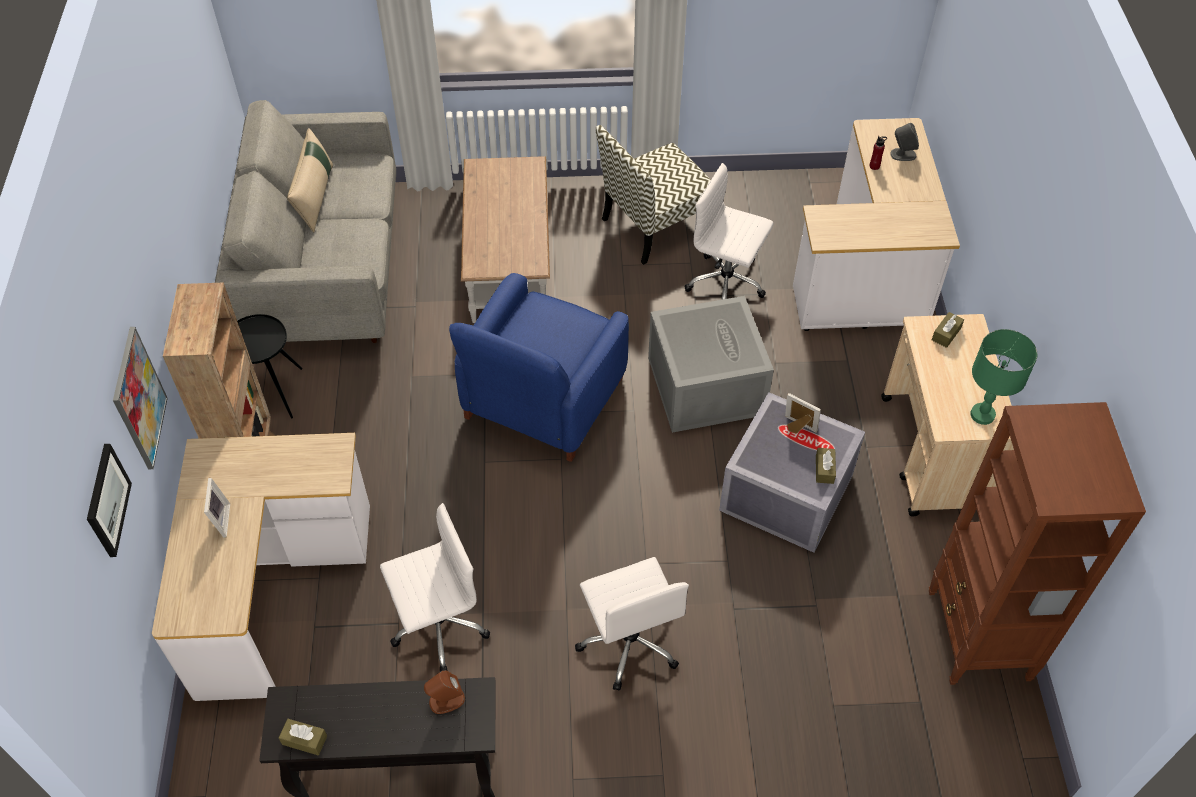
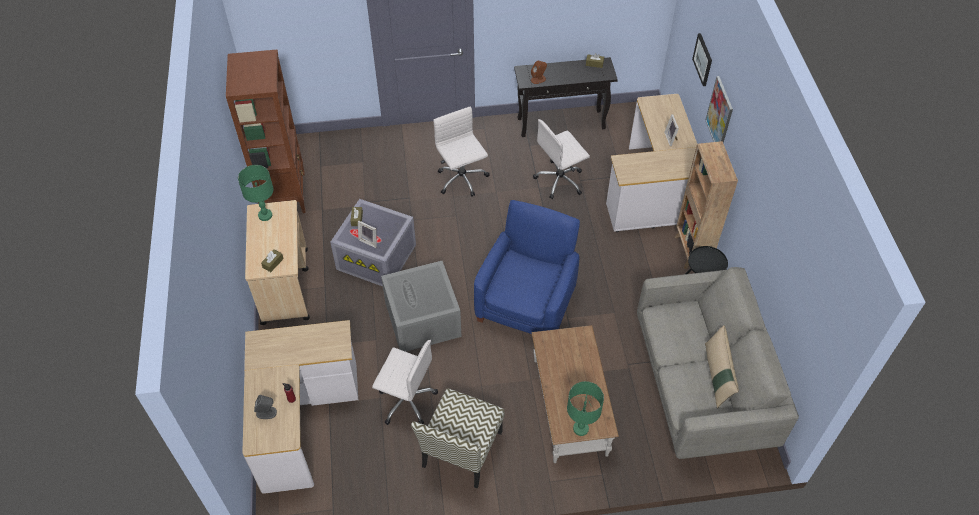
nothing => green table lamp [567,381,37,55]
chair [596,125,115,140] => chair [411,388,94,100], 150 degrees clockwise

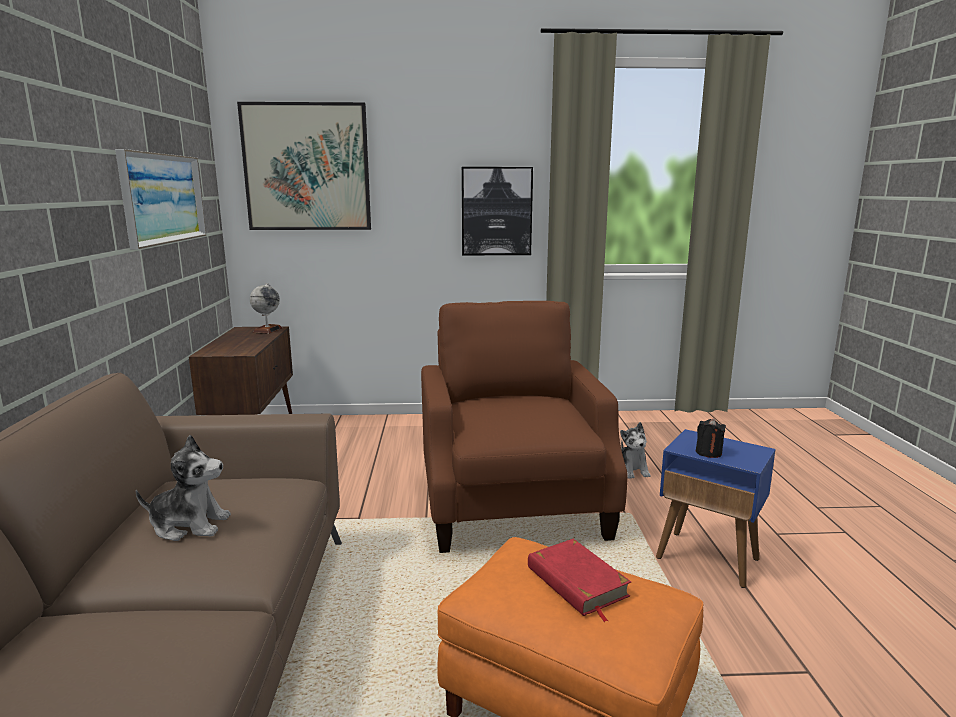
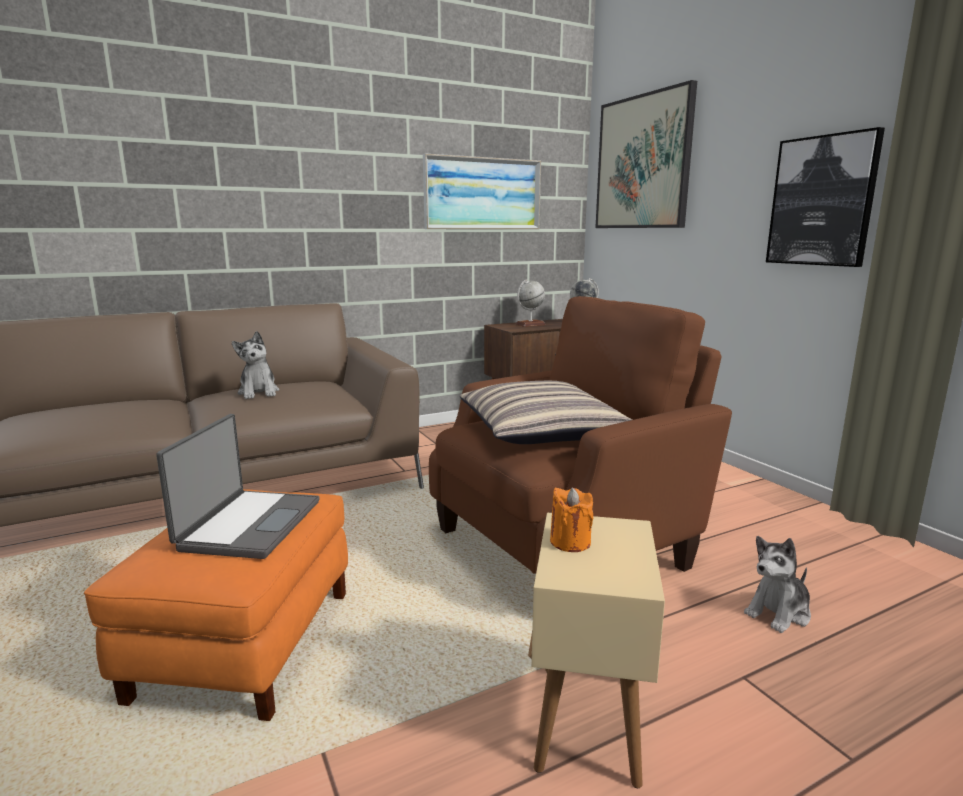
nothing => pillow [460,381,172,63]
nothing => globe [515,279,30,48]
red book [528,539,103,83] => laptop [156,414,164,145]
blue side table [656,429,120,159] => beige side table [528,513,137,275]
black candle [696,419,30,39] => orange candle [550,488,43,64]

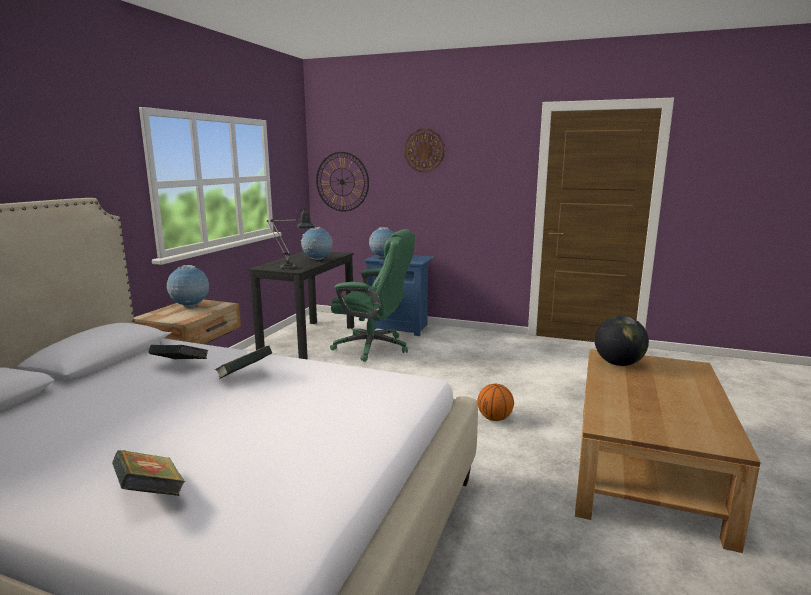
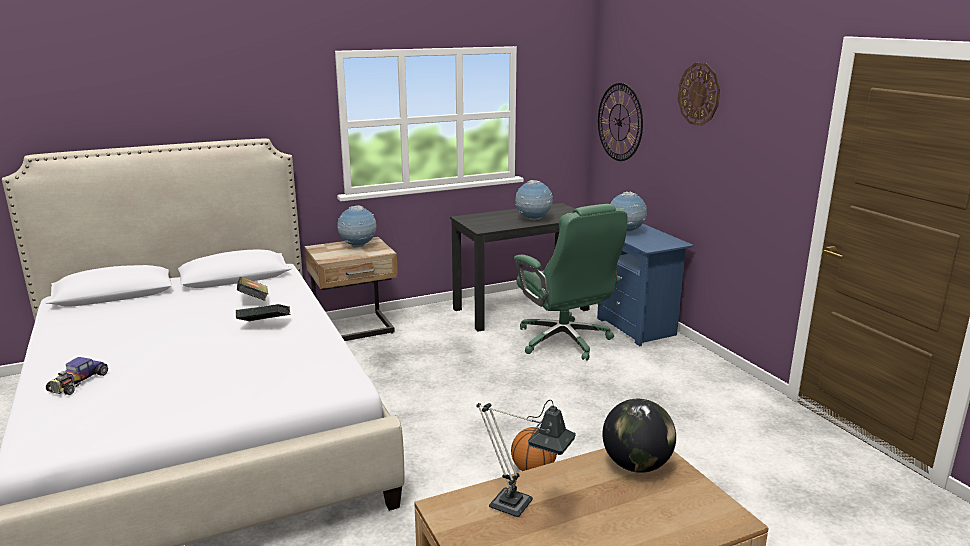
table lamp [267,208,48,62] => table lamp [477,400,99,117], moved
book [112,450,73,46] => toy car [46,357,62,38]

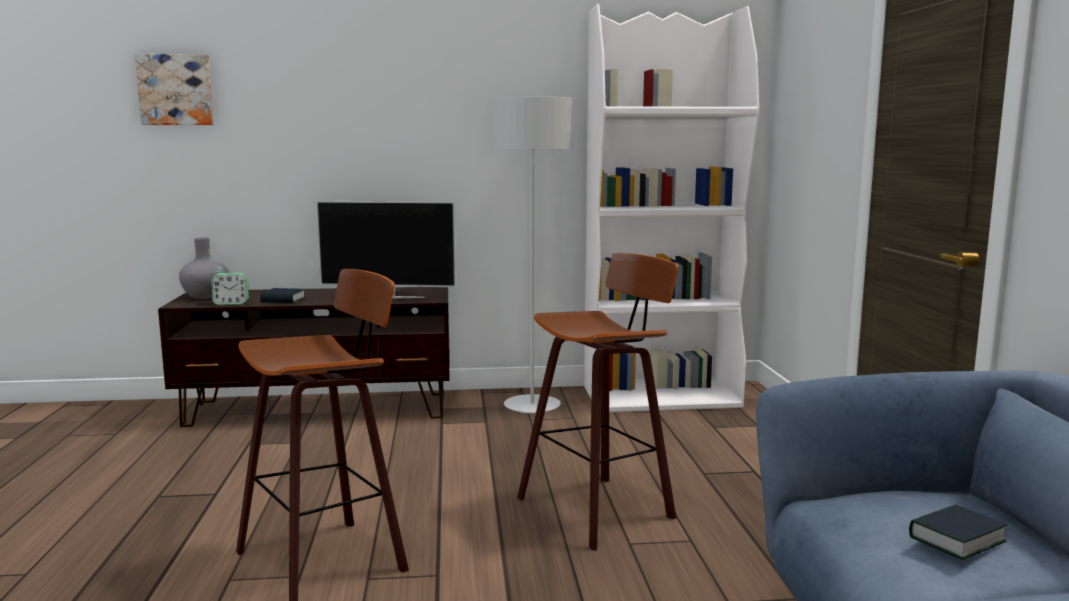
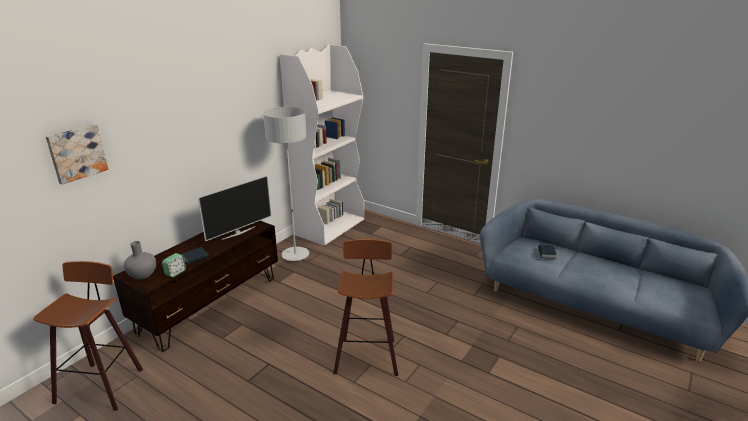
stool [517,253,162,298] => stool [34,261,109,150], moved

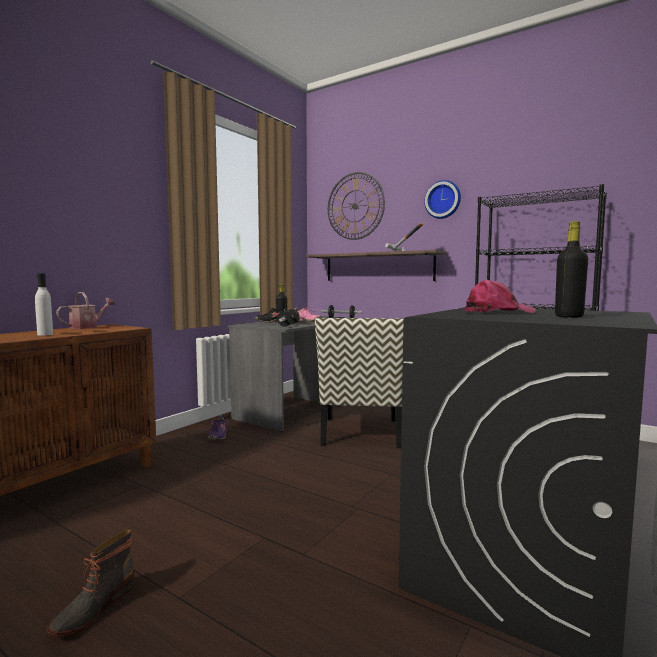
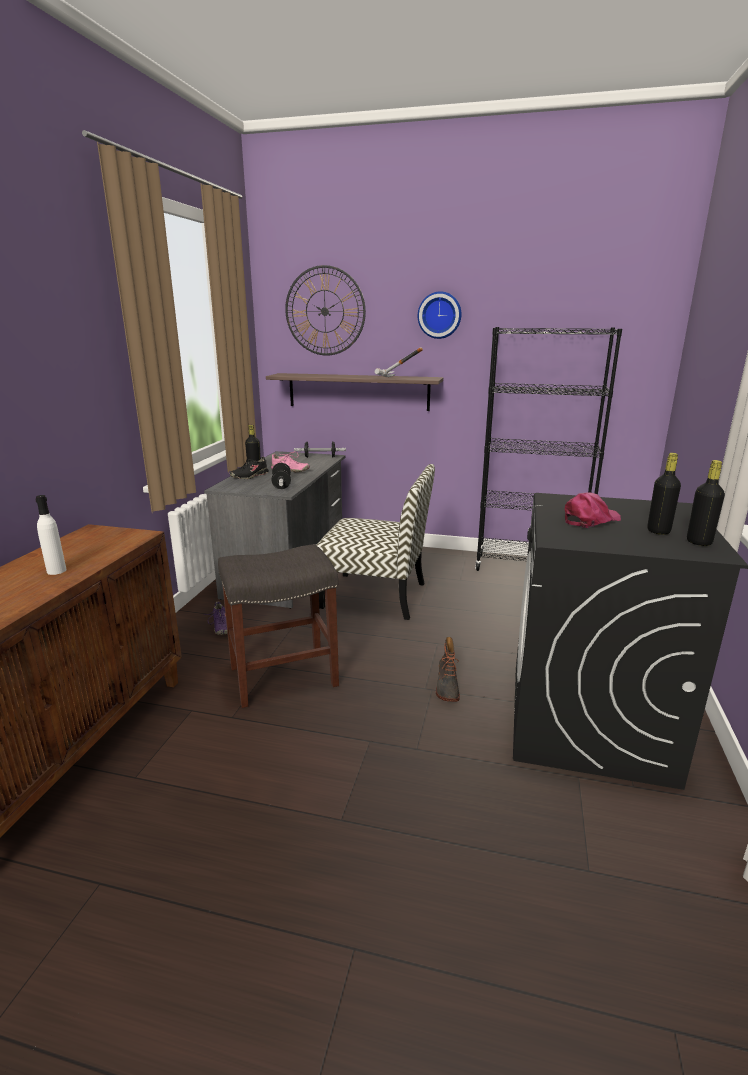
watering can [56,292,59,37] => nothing
nothing => grey stool [218,544,121,164]
nothing => black bottle [687,460,38,86]
boot [46,529,89,109] => boot [436,637,24,65], moved
chair [315,318,91,130] => chair [317,464,118,156], 60 degrees counterclockwise

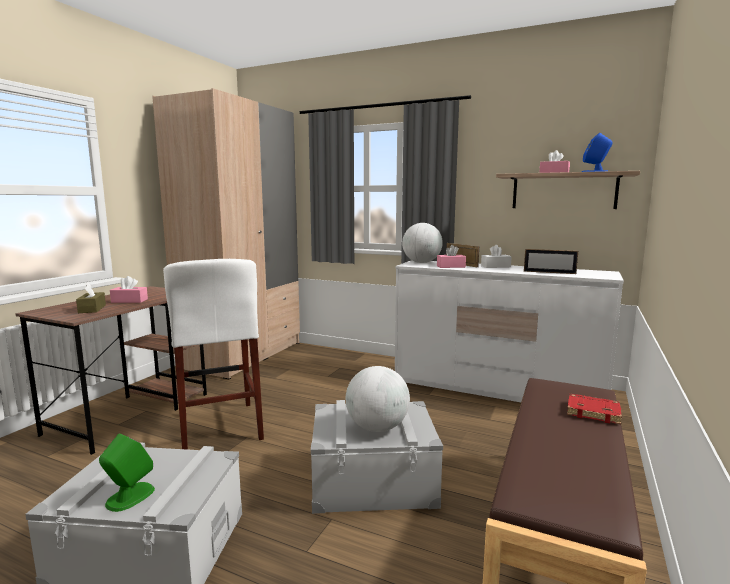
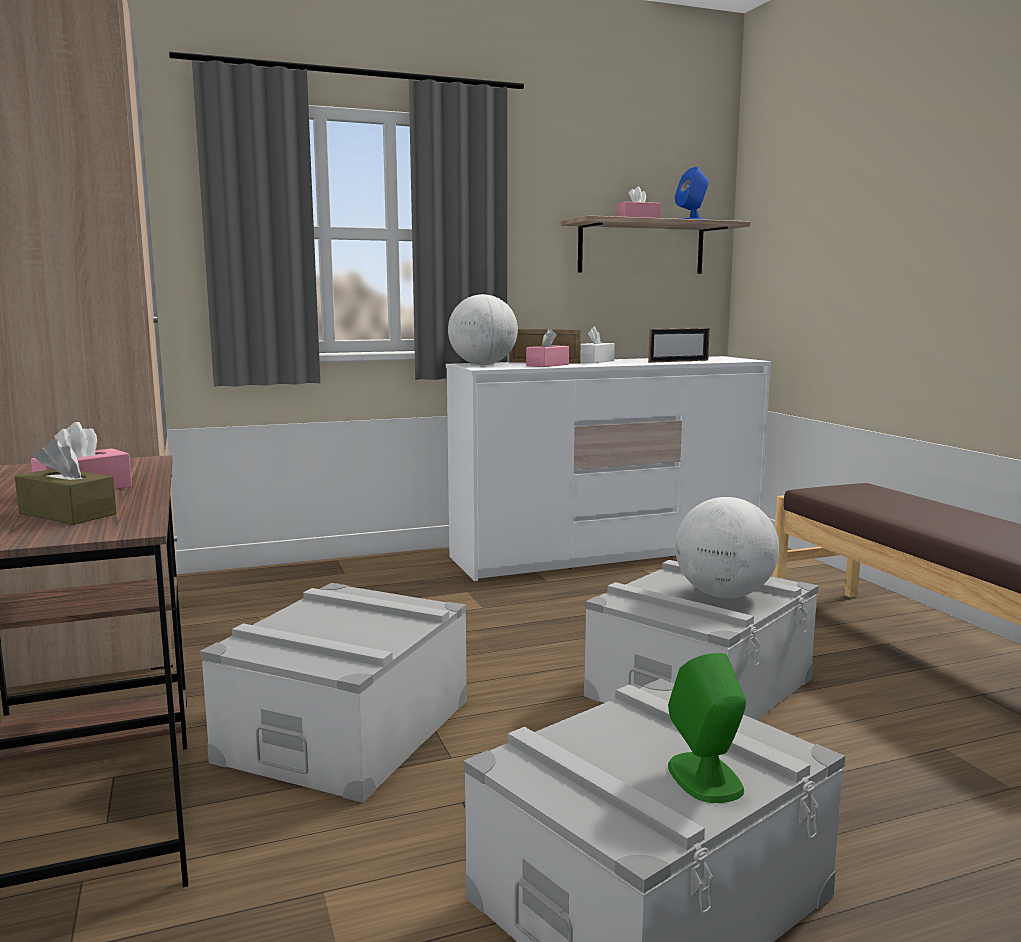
red book [567,394,55,30] => nothing
white stool [163,259,101,191] => grey storage box [200,583,267,220]

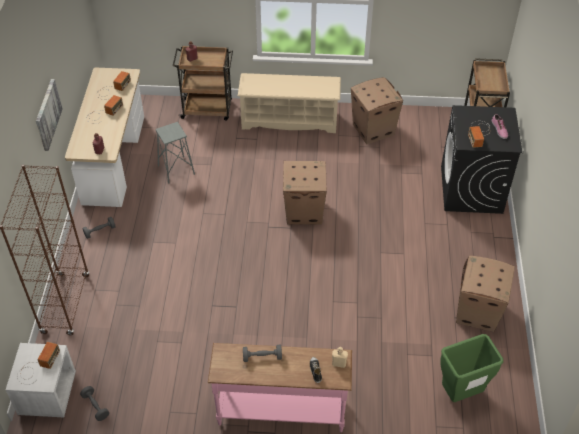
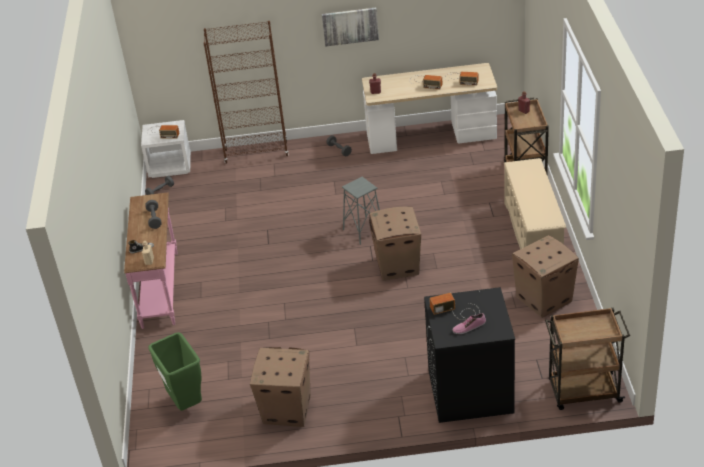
grey stool [155,122,40,62] => grey stool [342,177,38,68], moved

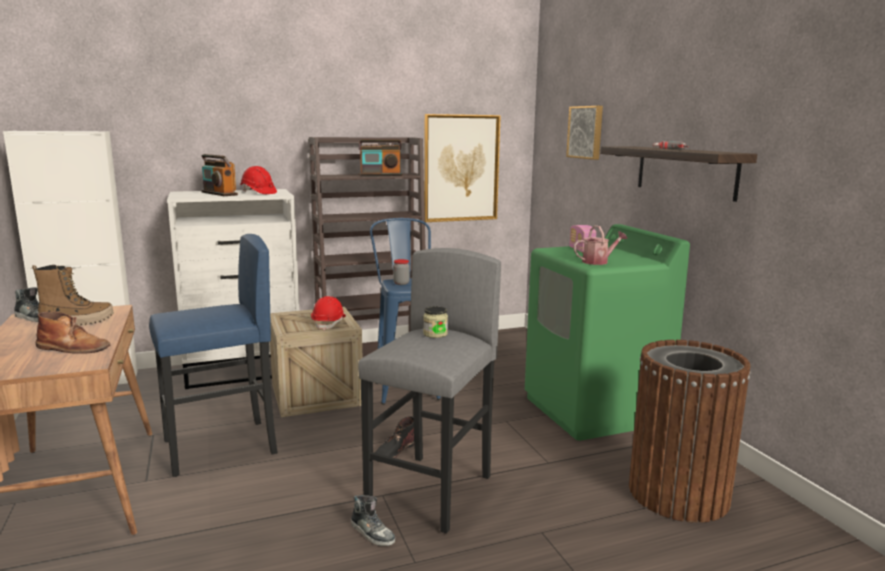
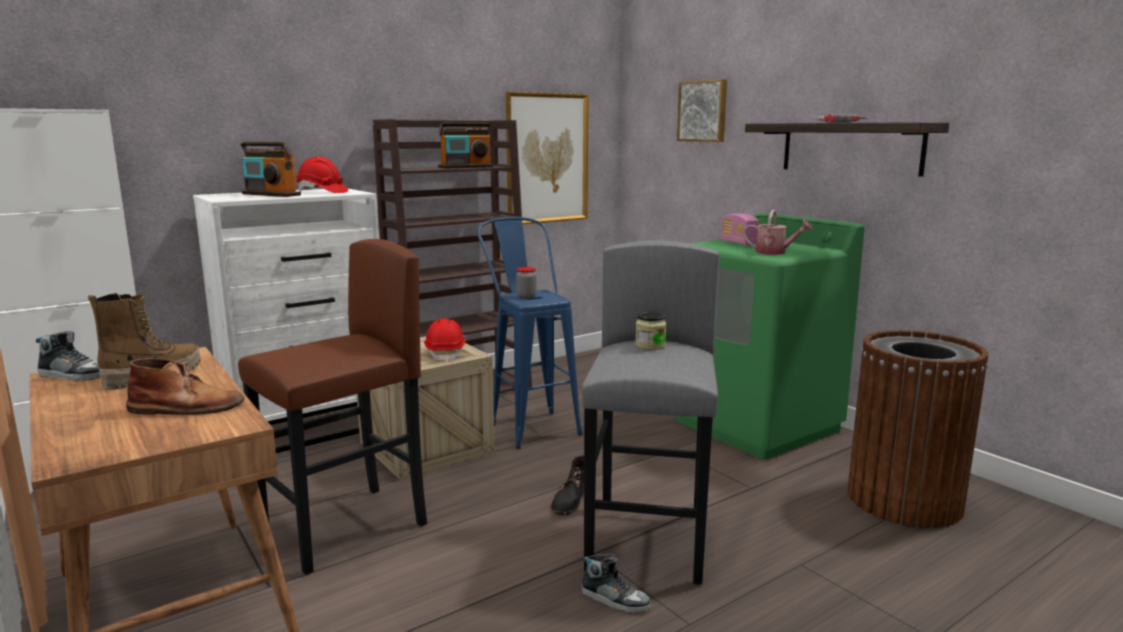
blue stool [149,234,129,243] => brown stool [238,239,189,336]
watering can [574,225,53,40] => watering can [743,210,70,45], 60 degrees clockwise

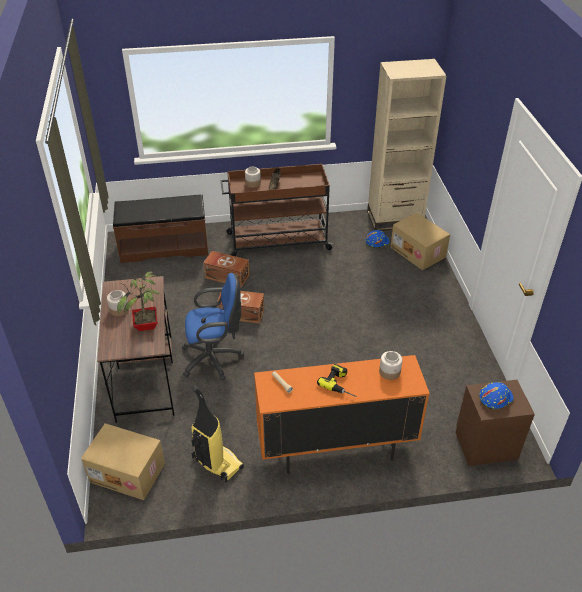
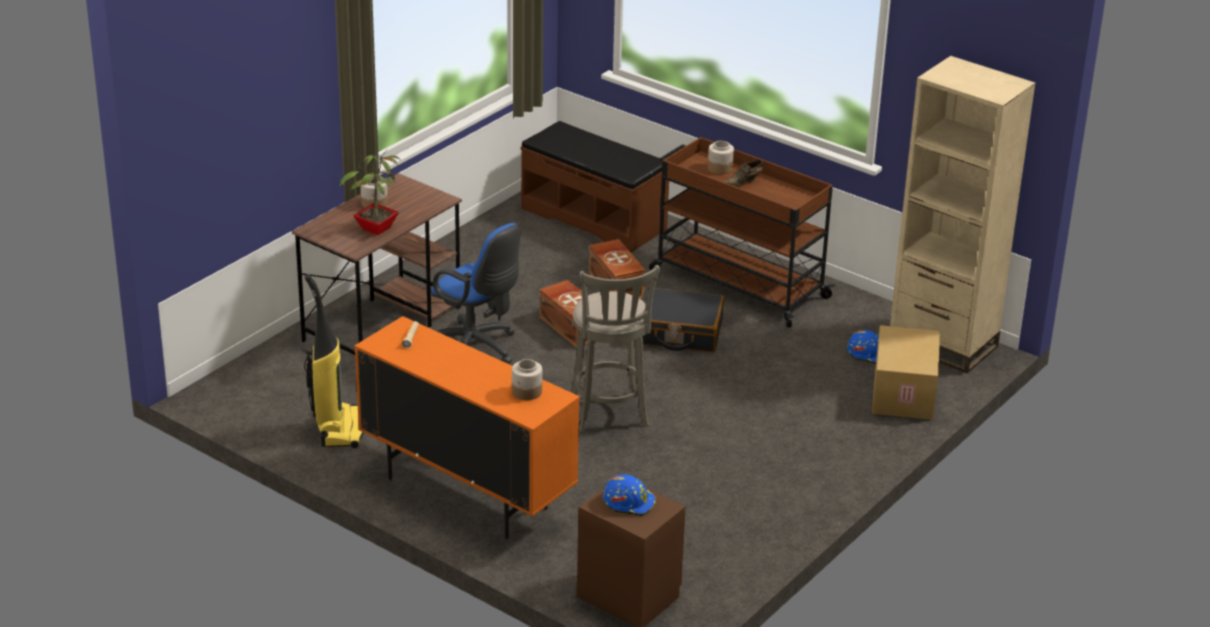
cardboard box [81,423,84,77] => nothing
power drill [317,364,40,33] => nothing
nothing => grey stool [571,265,89,168]
nothing => black suitcase [640,287,84,65]

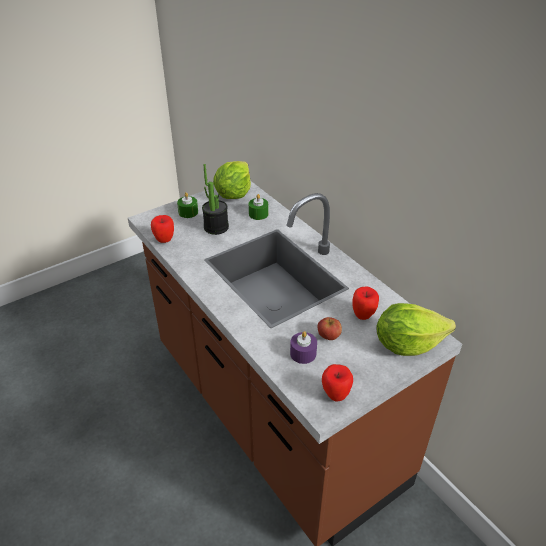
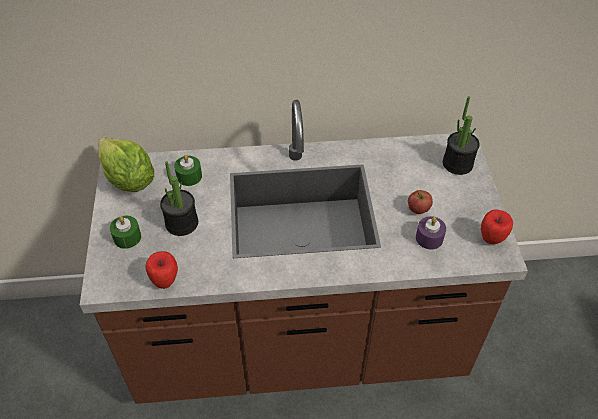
apple [352,286,27,34] => nothing
lettuce [376,303,80,53] => potted plant [443,96,37,79]

